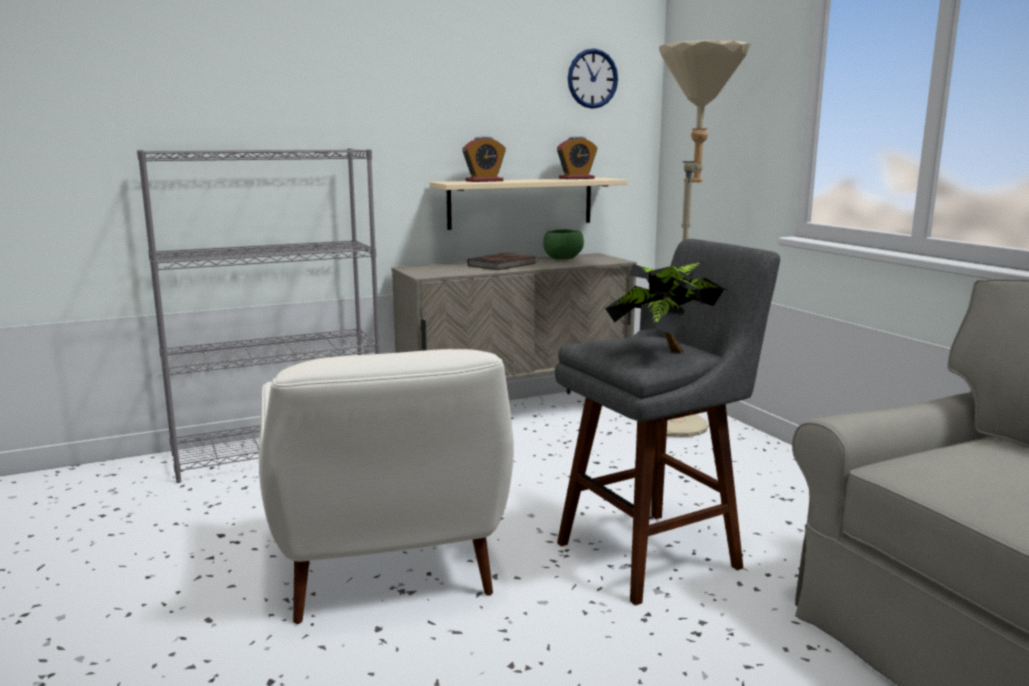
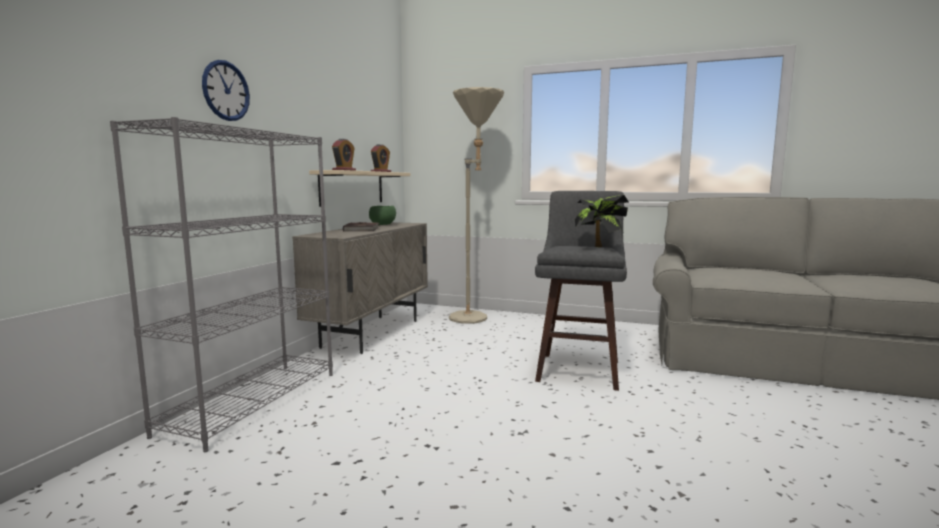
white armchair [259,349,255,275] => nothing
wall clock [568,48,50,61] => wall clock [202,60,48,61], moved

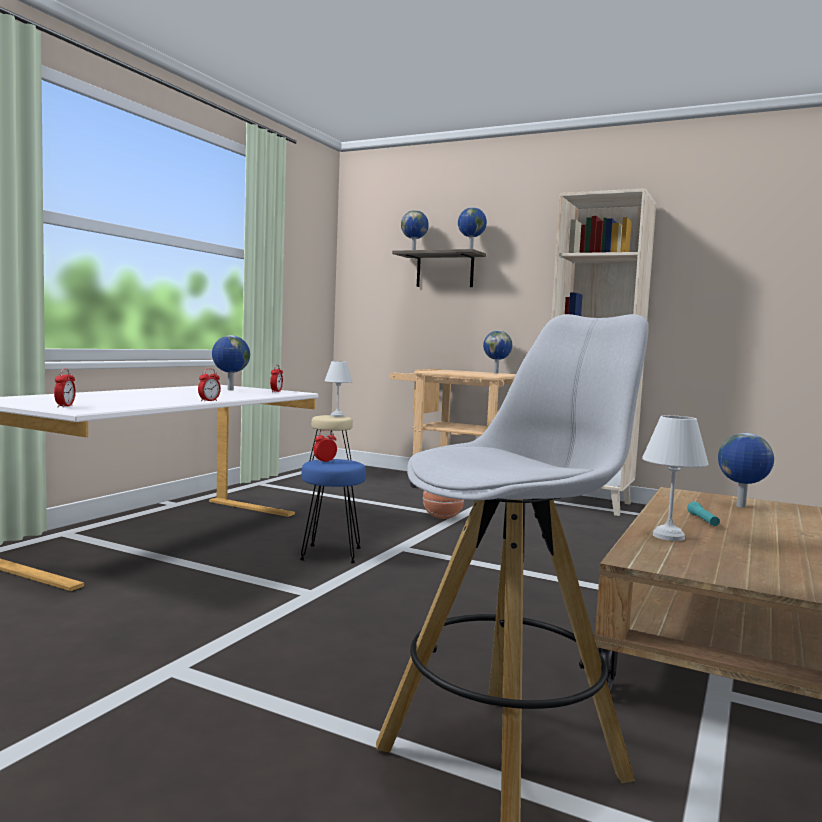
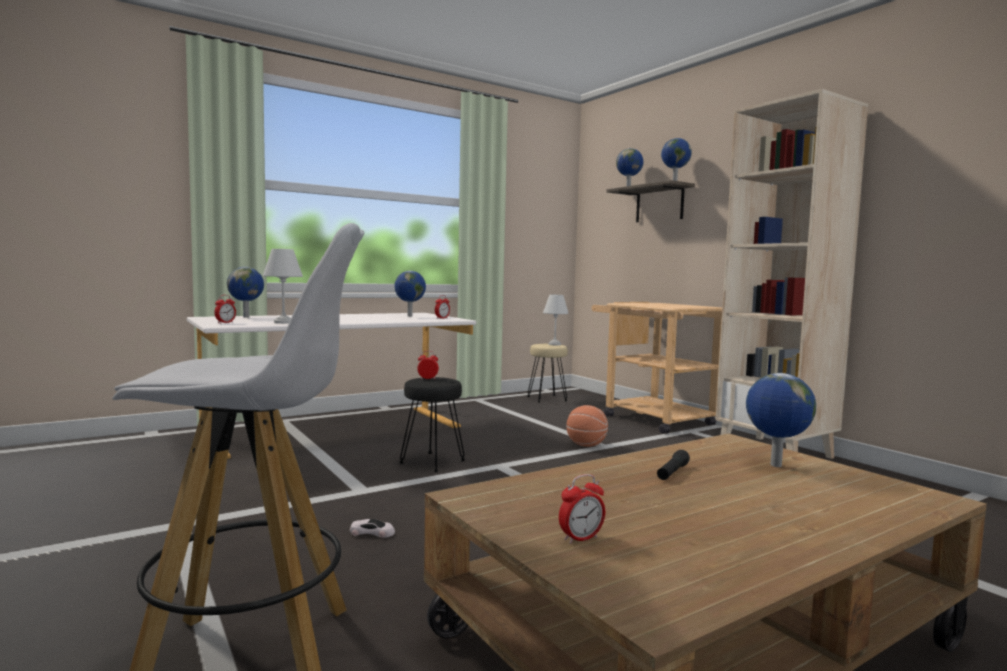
nothing => white toy car [350,519,45,19]
alarm clock [198,368,23,34] => alarm clock [559,474,46,70], moved
globe [483,331,29,43] => globe [227,267,37,51], moved
white table lamp [642,415,67,126] => white table lamp [263,249,40,75], moved
blue stool [300,459,66,105] => black stool [399,377,66,95]
turquoise flashlight [687,502,33,24] => black flashlight [657,450,33,30]

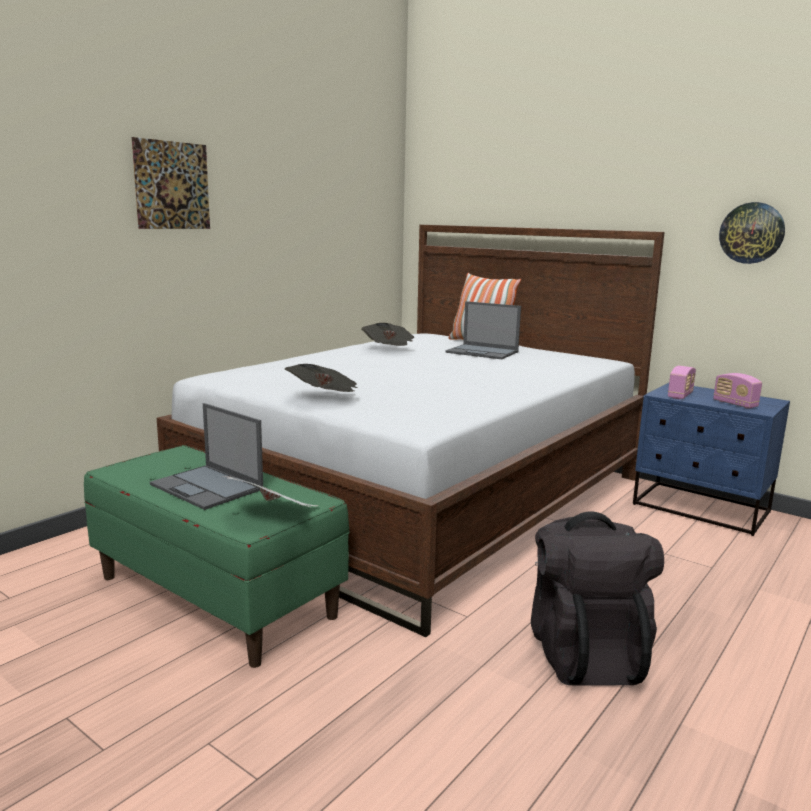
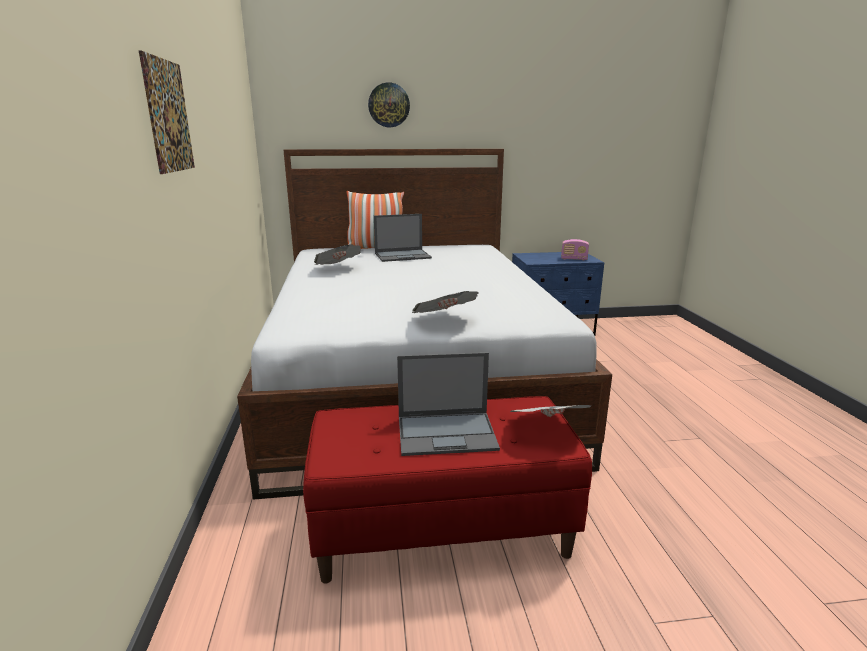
black backpack [531,511,133,174] => nothing
radio [668,366,28,33] => nothing
wall clock [719,202,66,62] => wall clock [368,82,42,45], moved
green bench [84,445,265,223] => red bench [303,396,289,188]

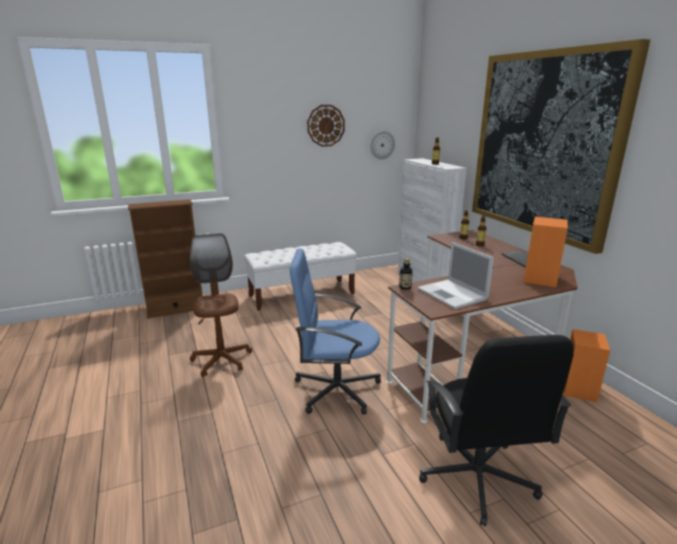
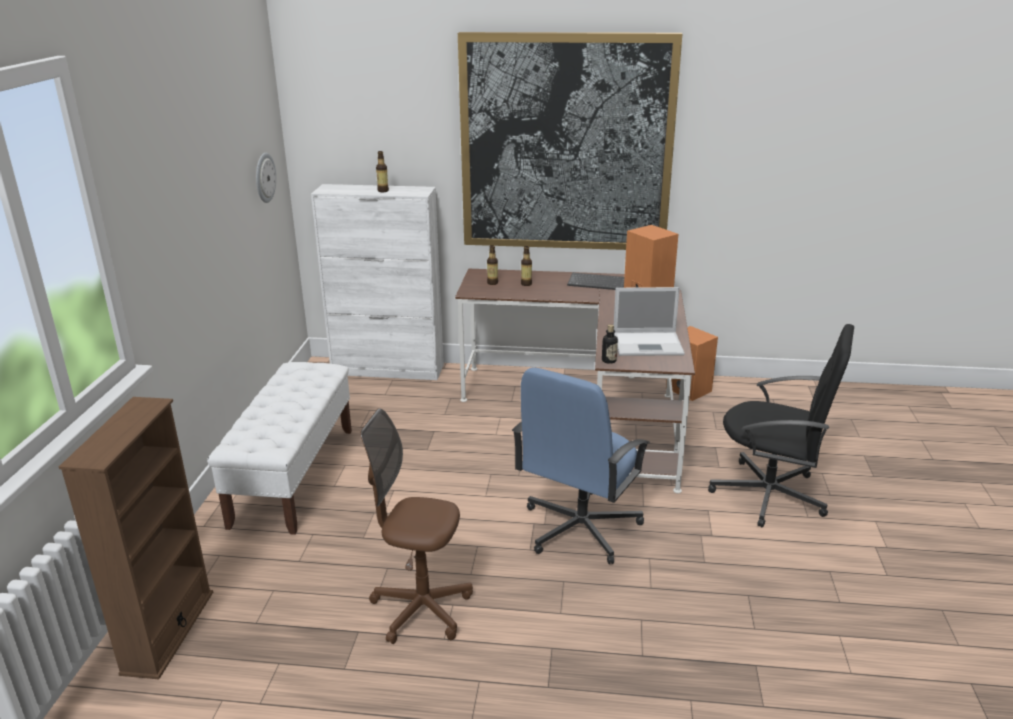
wall clock [307,105,38,42] => nothing

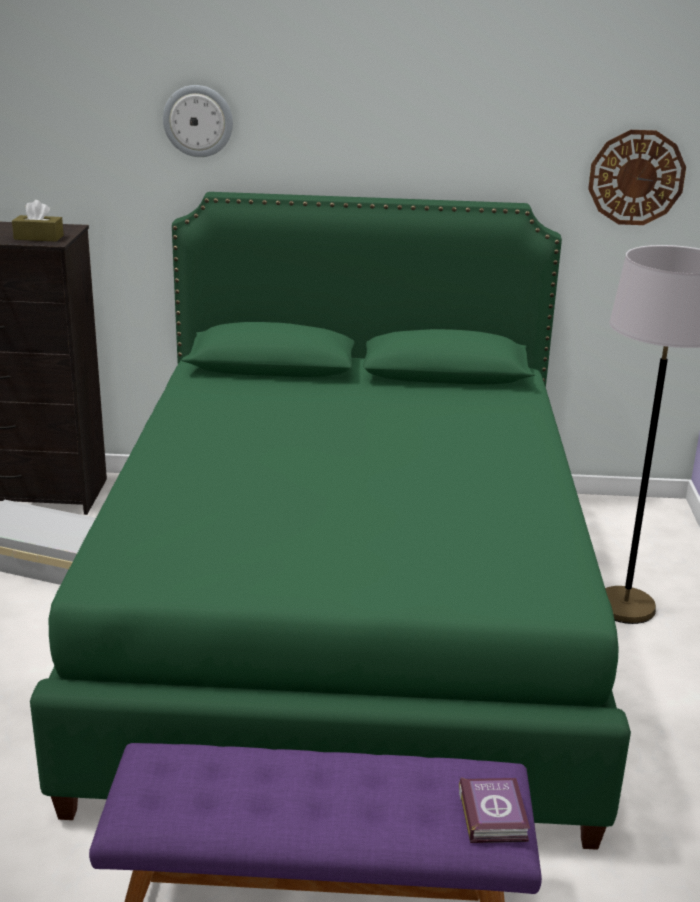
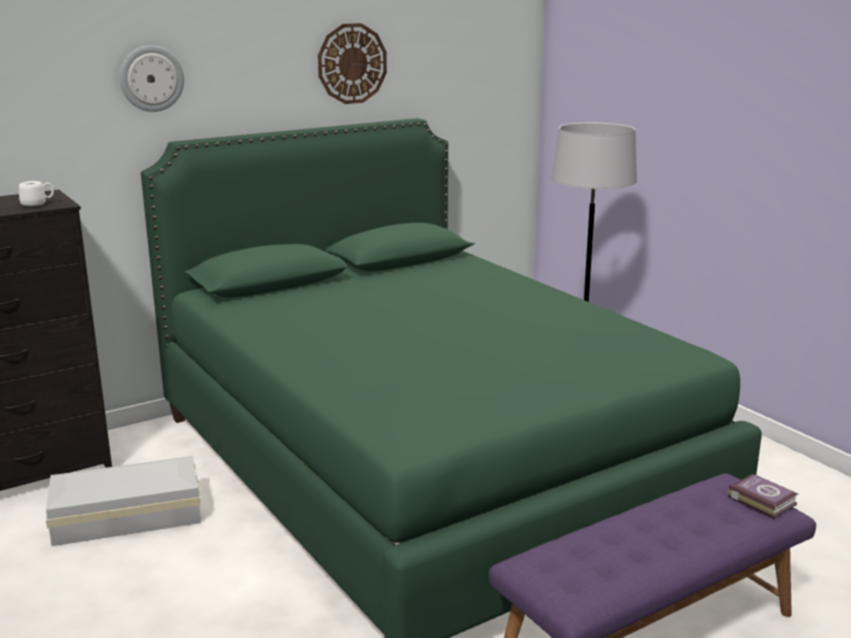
wall clock [588,130,98,95] => wall clock [318,23,69,81], moved
brown tissue box [12,200,52,42] => white mug [19,181,35,25]

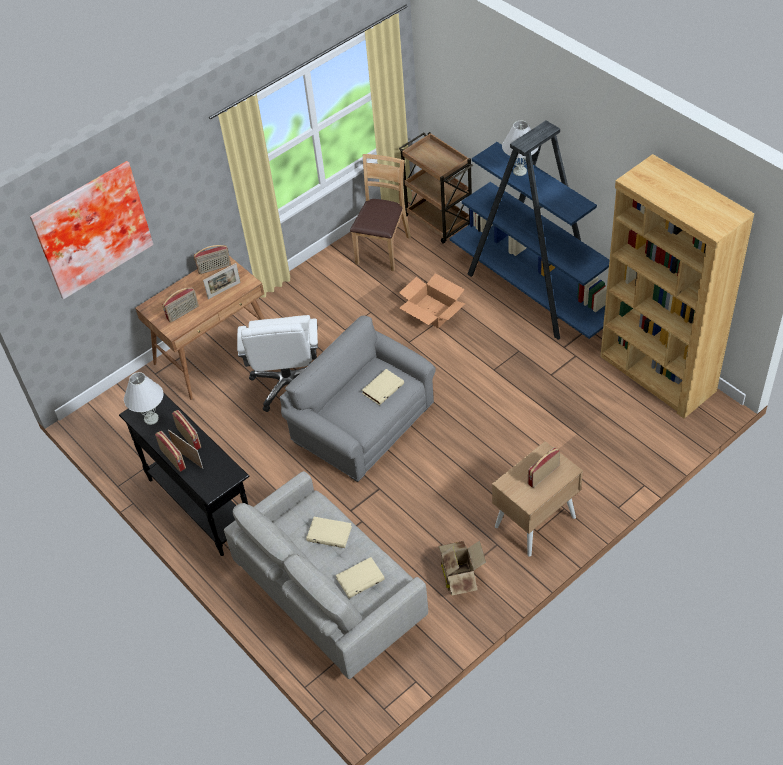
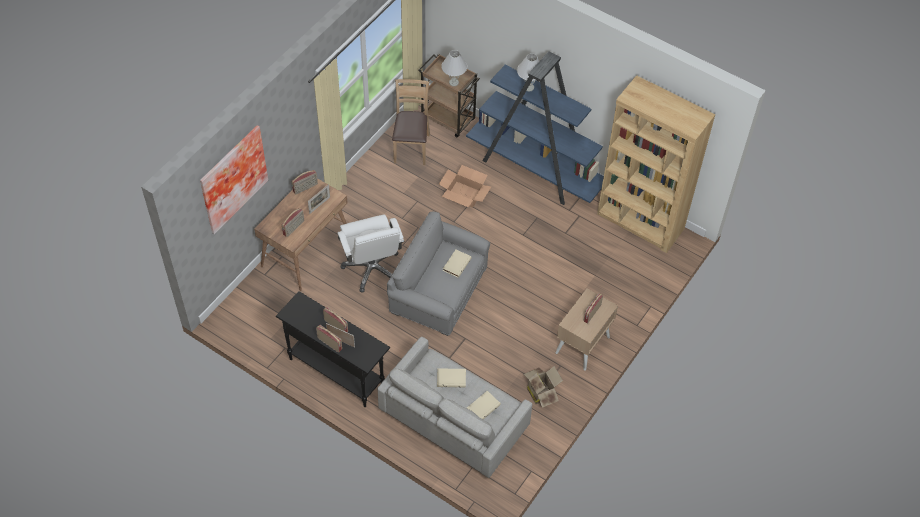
white table lamp [124,372,39,53] => white table lamp [441,50,26,36], moved

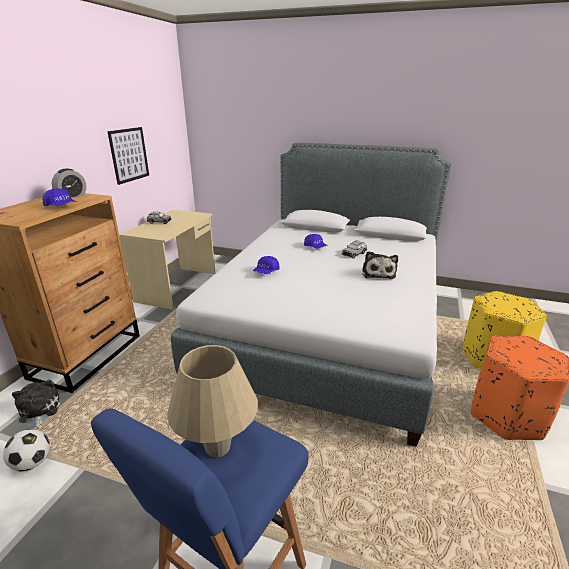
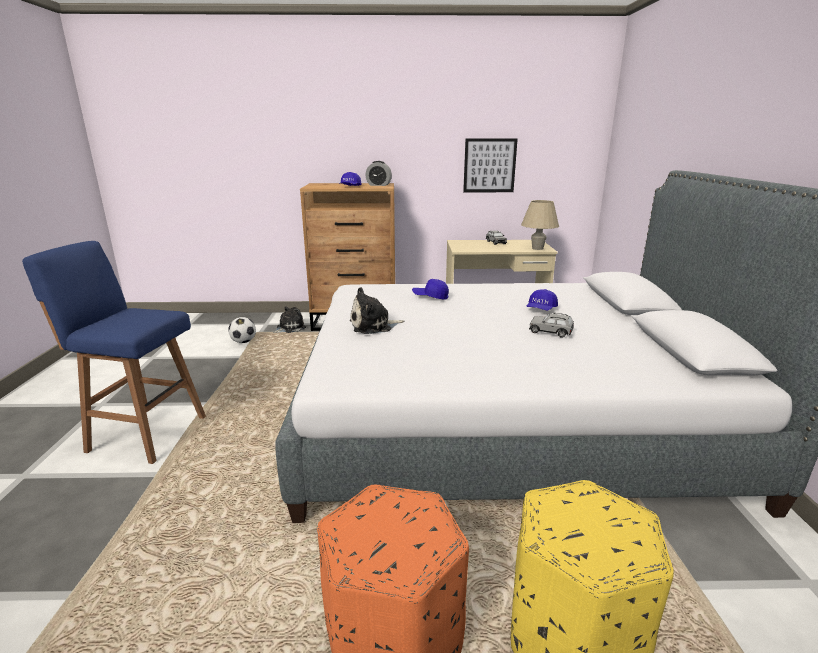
beige table lamp [167,345,91,112] => beige table lamp [521,200,38,50], moved
plush toy [362,251,36,28] => plush toy [350,287,54,47], moved

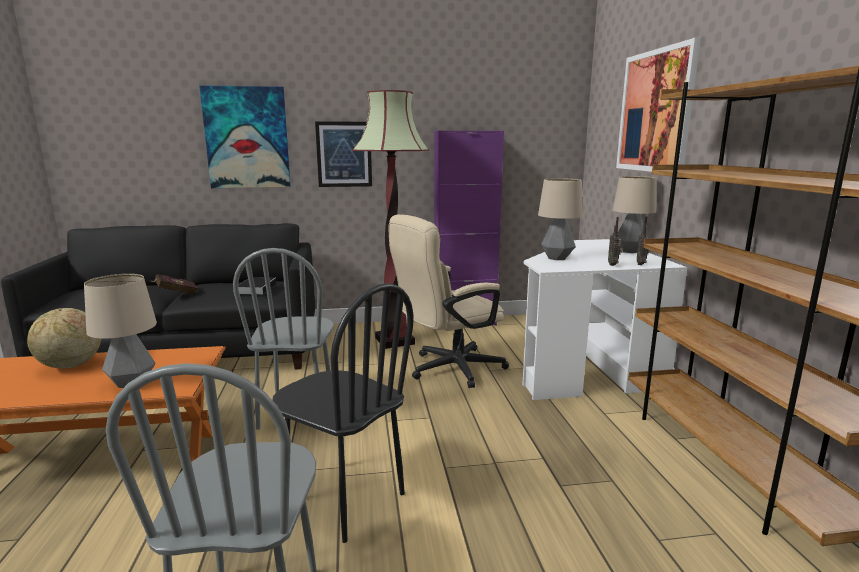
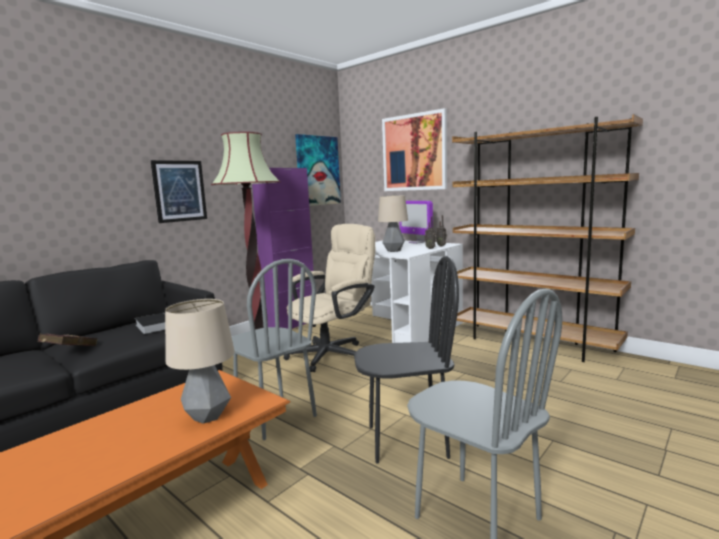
globe [27,308,74,61] => nothing
picture [199,85,92,103] => picture [295,134,46,72], moved
table lamp [613,176,43,77] => monitor [399,201,34,43]
beige office chair [388,214,121,174] => beige office chair [284,224,91,148], 150 degrees counterclockwise

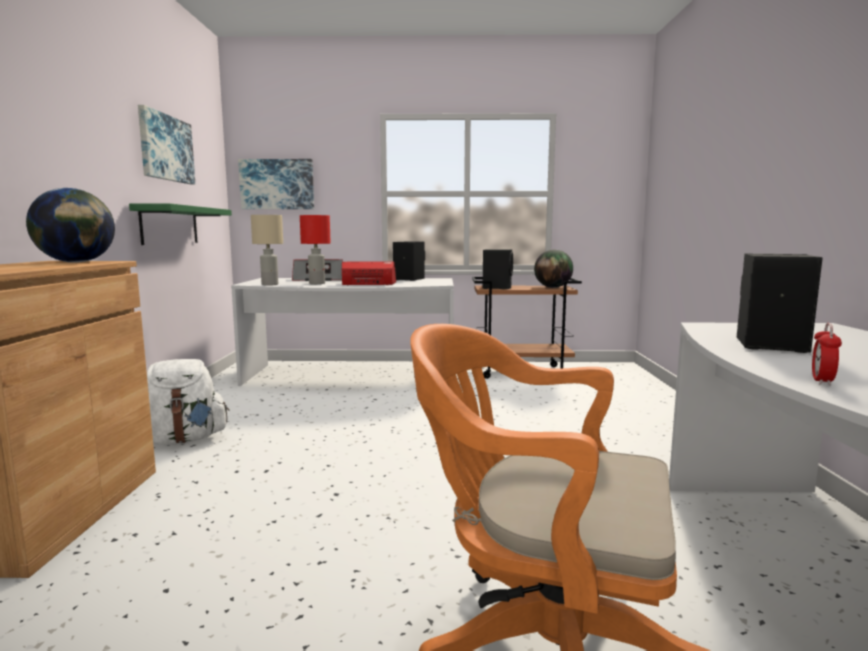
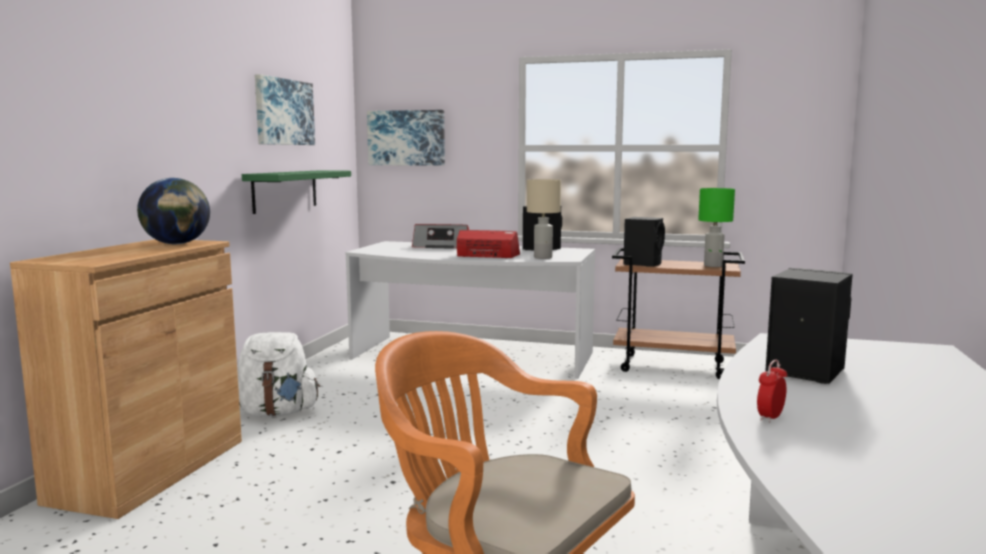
red table lamp [300,215,31,69] => nothing
beige table lamp [251,215,32,71] => beige table lamp [527,179,34,80], moved
globe [534,249,39,39] => green table lamp [698,188,37,79]

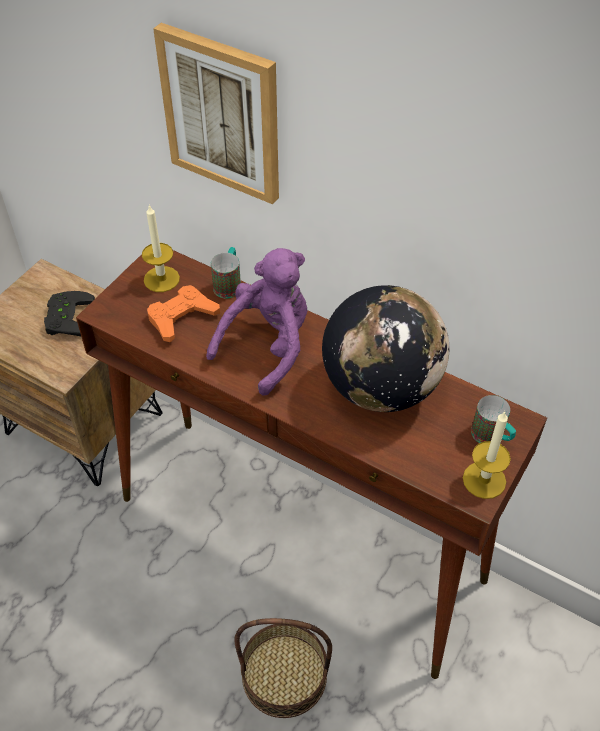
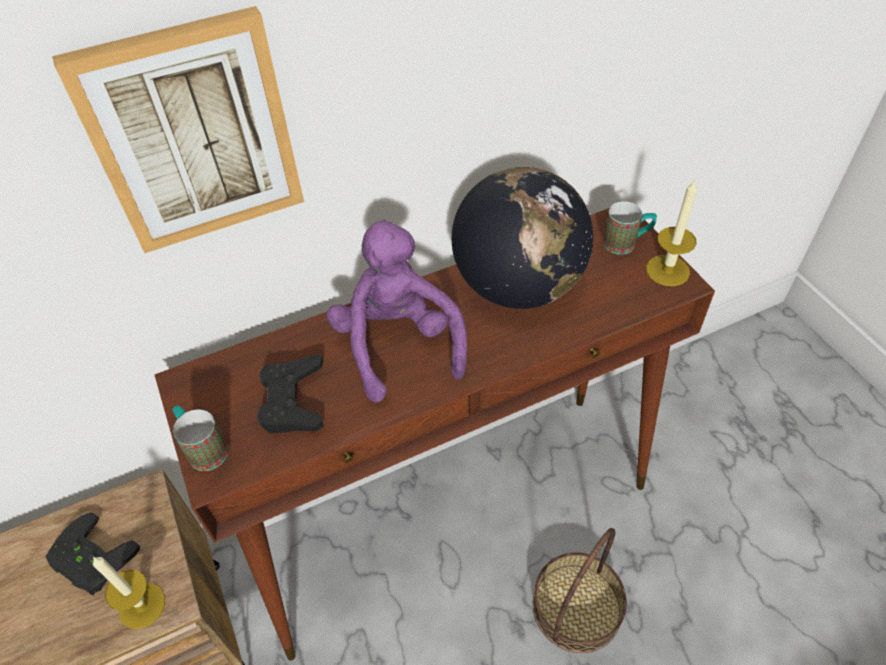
candle [142,204,38,88] => candle [93,557,72,72], moved
mug [211,247,30,51] => mug [173,405,55,66], moved
orange game controller [147,285,73,57] => black game controller [257,355,67,78]

